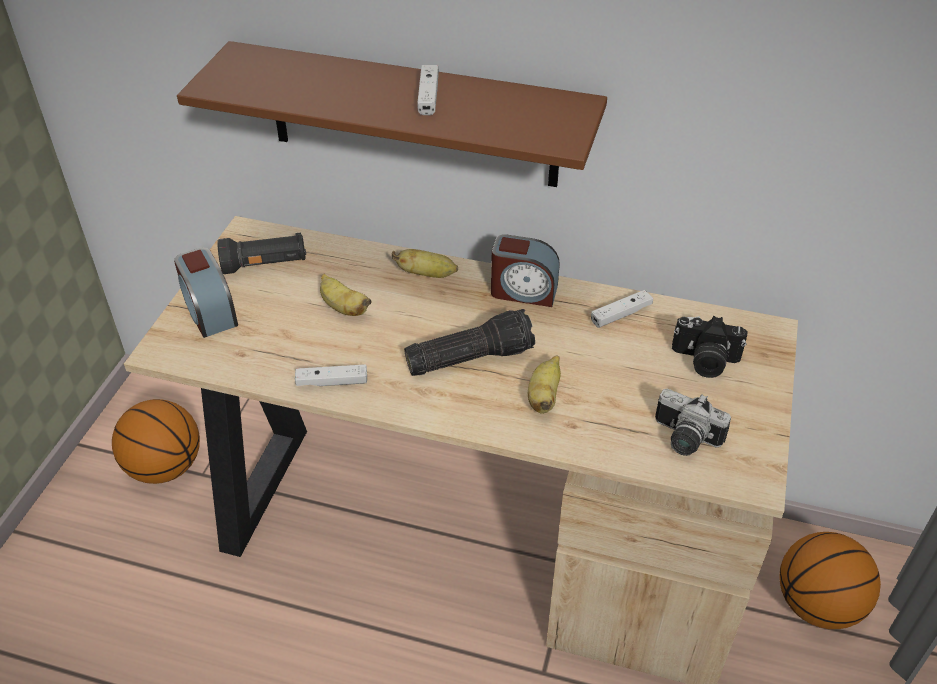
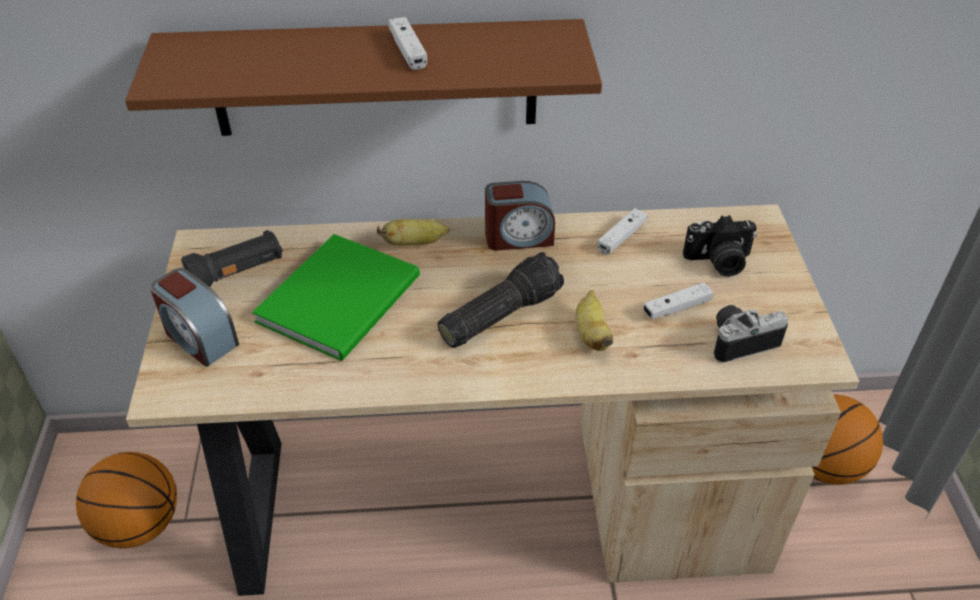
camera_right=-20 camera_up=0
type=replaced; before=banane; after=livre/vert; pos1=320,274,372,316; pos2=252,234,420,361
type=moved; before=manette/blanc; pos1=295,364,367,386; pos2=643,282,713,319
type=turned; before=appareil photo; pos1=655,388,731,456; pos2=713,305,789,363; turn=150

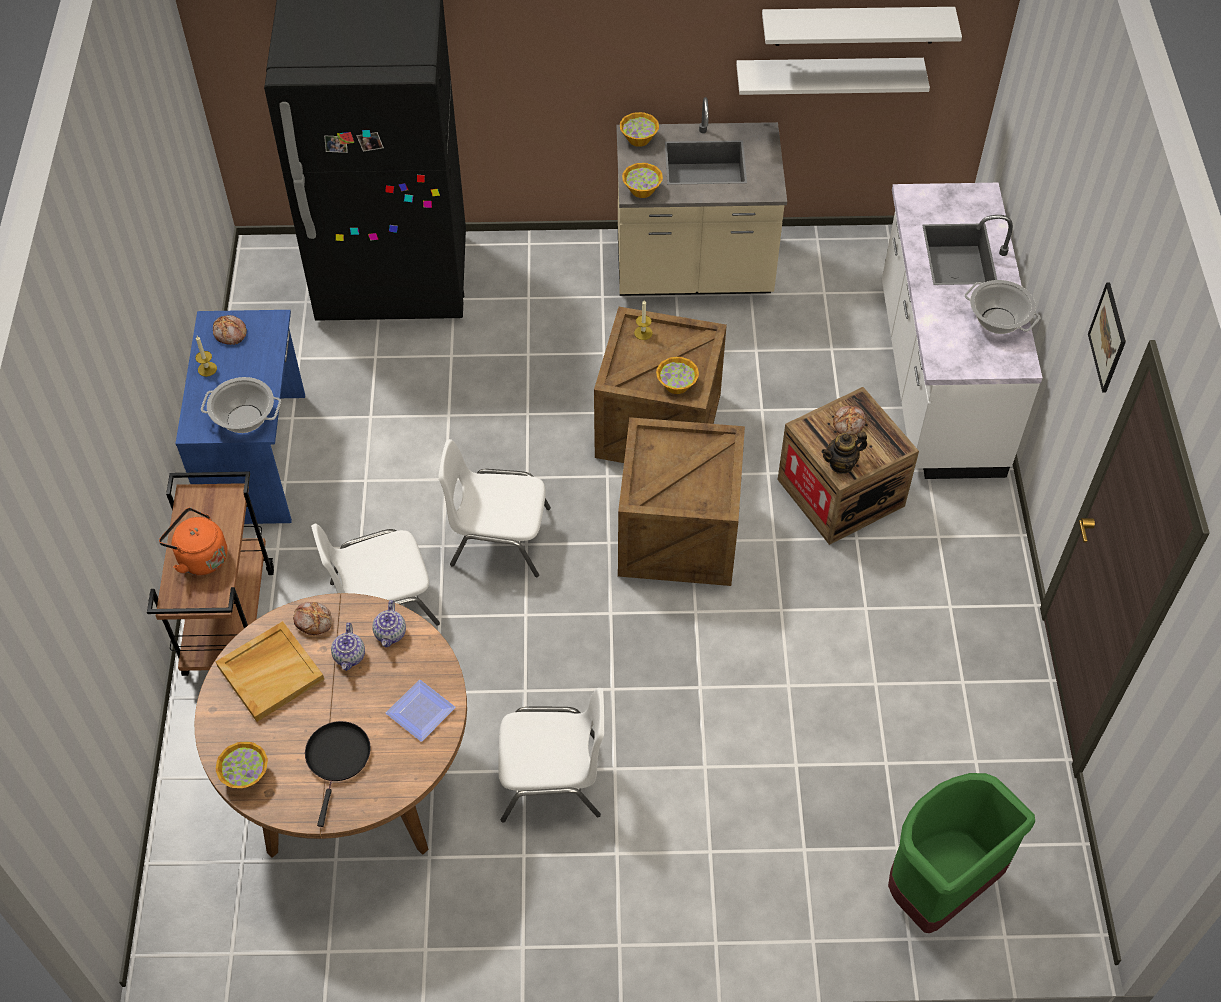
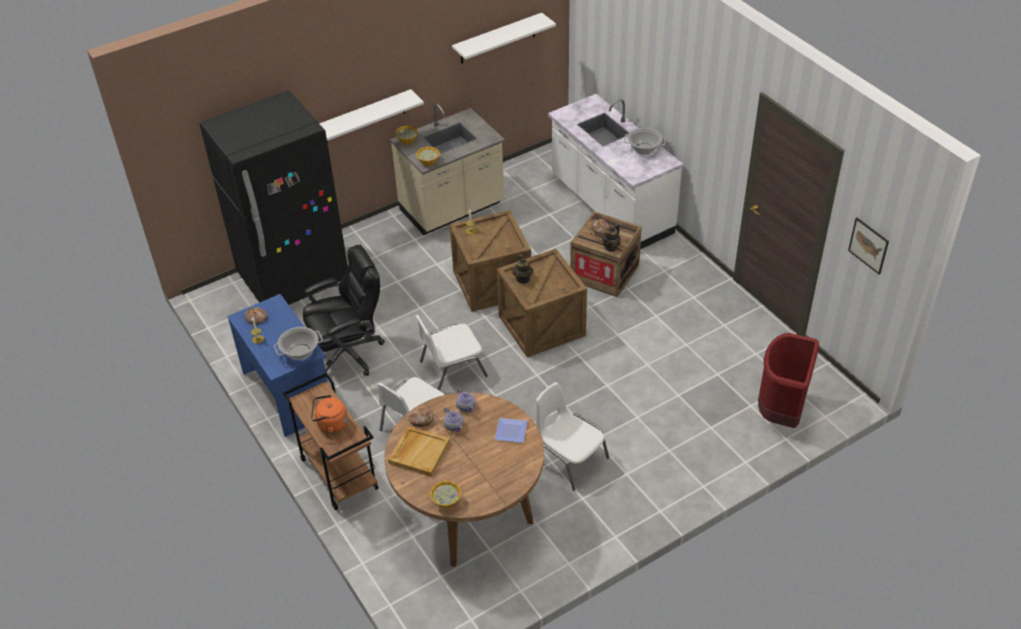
camera_right=-30 camera_up=-10
type=moved; before=étagère/blanc; pos1=736,58,930,95; pos2=319,89,424,143
type=moved; before=tableau; pos1=1088,282,1126,392; pos2=848,218,889,275
type=removed; before=bol; pos1=656,357,699,394
type=turned; before=chaise/blanc; pos1=498,688,604,823; pos2=536,382,609,491; turn=-105
type=removed; before=poêle/noir; pos1=305,721,371,827
type=recoloured; before=poubelle/vert; after=poubelle/rouge; pos1=888,773,1035,933; pos2=758,333,819,428
type=added; after=chaise de bureau/noir; pos2=303,245,385,376
type=added; after=théière; pos2=512,254,533,283

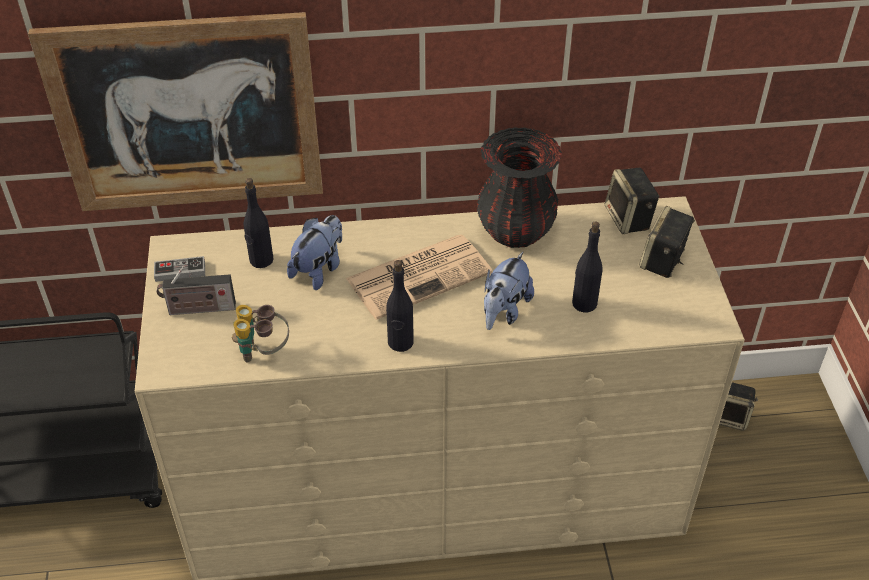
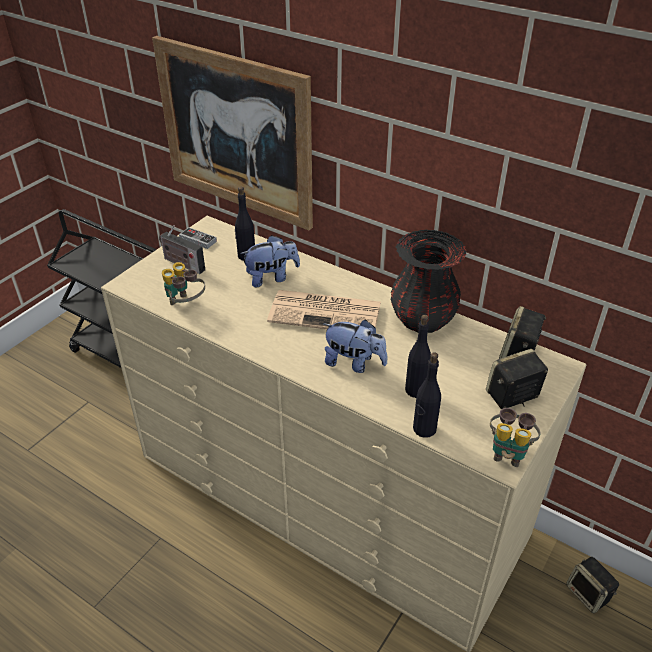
camera_right=40 camera_up=-5
type=turned; before=peluche; pos1=484,252,534,330; pos2=324,319,388,373; turn=-135
type=moved; before=bouteille/noir; pos1=386,260,414,352; pos2=413,352,441,438
type=added; after=jumelles; pos2=490,408,541,467

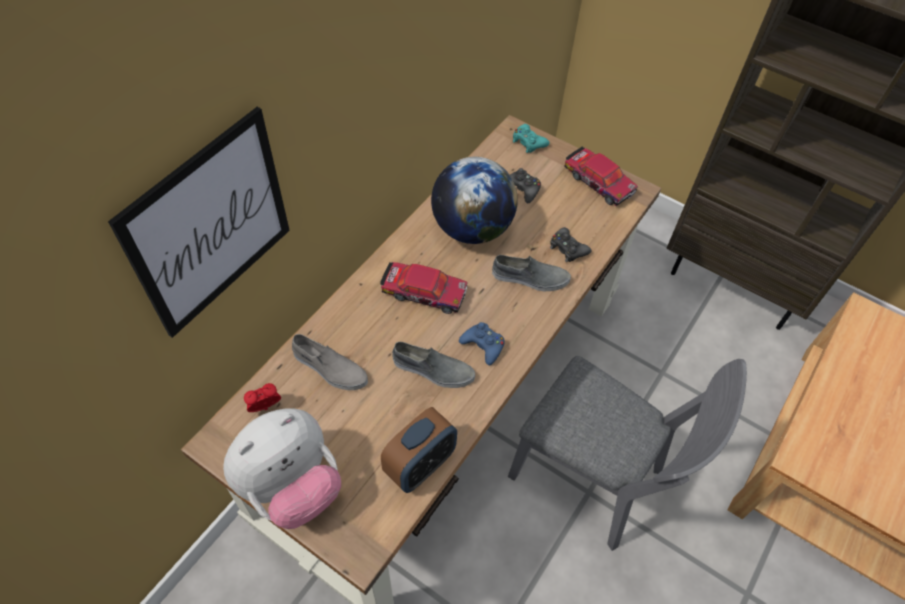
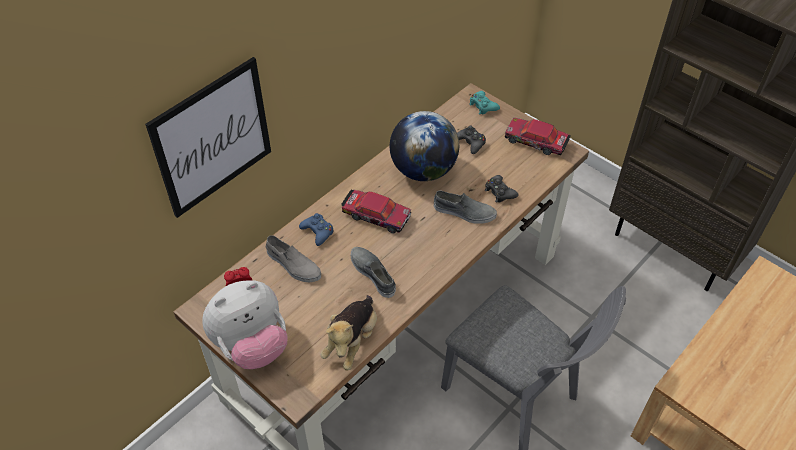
camera_right=10 camera_up=-5
type=turned; before=petite voiture; pos1=564,147,638,206; pos2=505,118,571,155; turn=150
type=moved; before=manette/bleu; pos1=459,322,505,365; pos2=299,213,334,246
type=turned; before=chaussure/gris; pos1=392,342,475,388; pos2=351,247,396,298; turn=-150
type=replaced; before=réveil; after=peluche; pos1=381,407,457,493; pos2=320,295,377,371

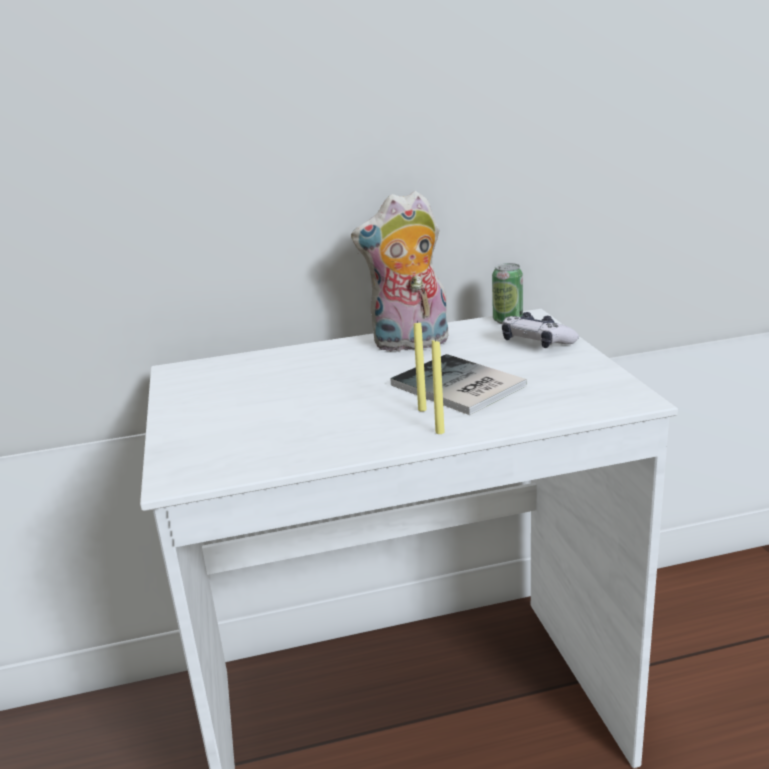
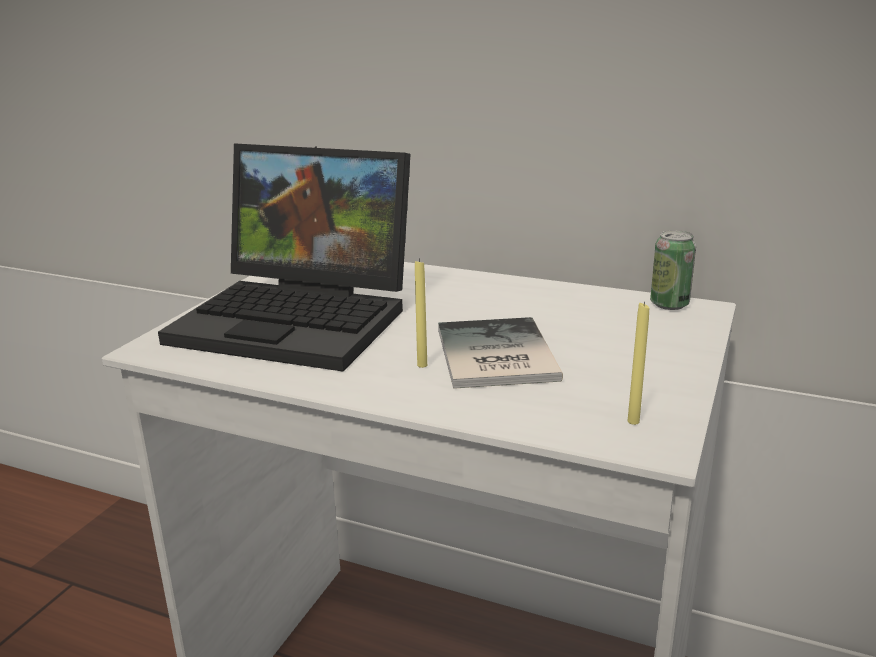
camera_right=35 camera_up=0
type=removed; before=peluche; pos1=351,190,449,352
type=removed; before=manette; pos1=502,312,579,348
type=moved; before=bougie/jaune; pos1=432,338,445,434; pos2=628,301,649,425
type=added; after=ordinateur portable; pos2=158,143,410,371

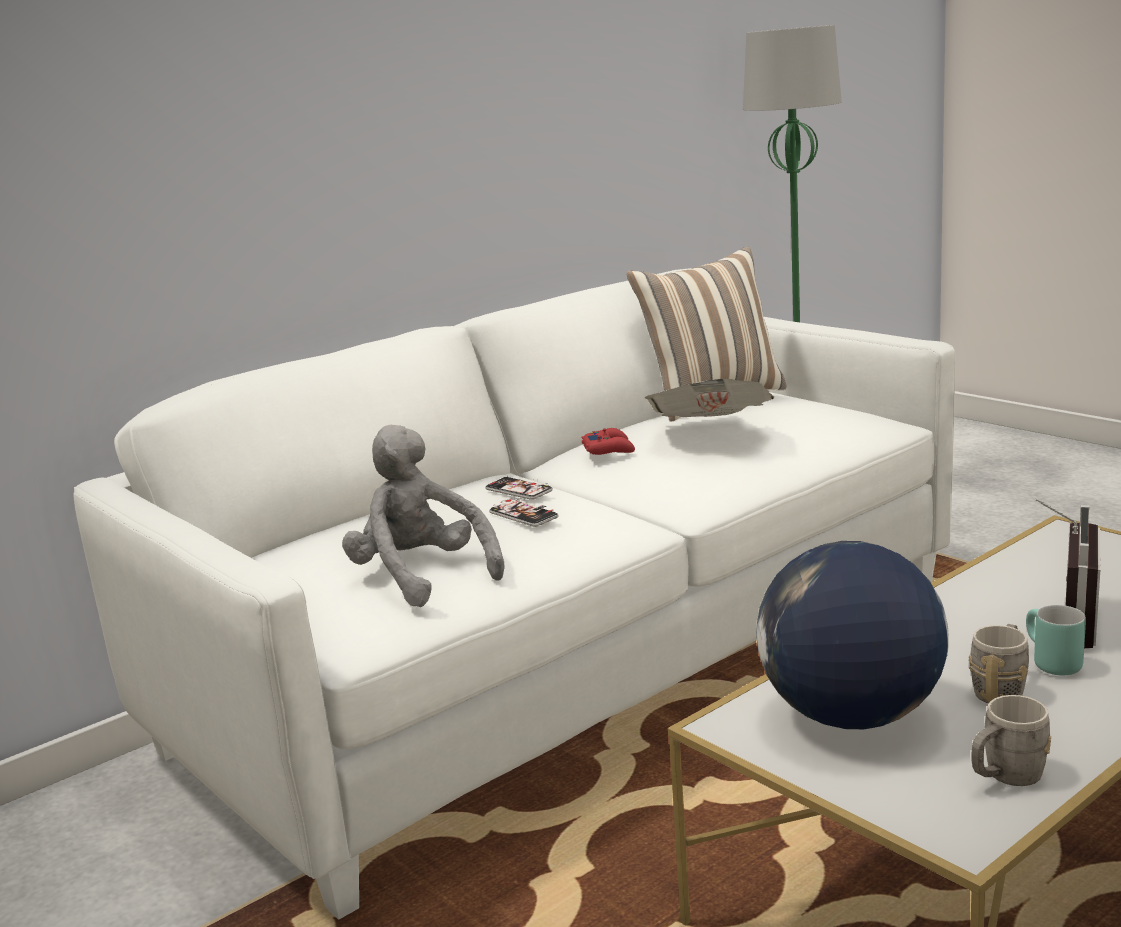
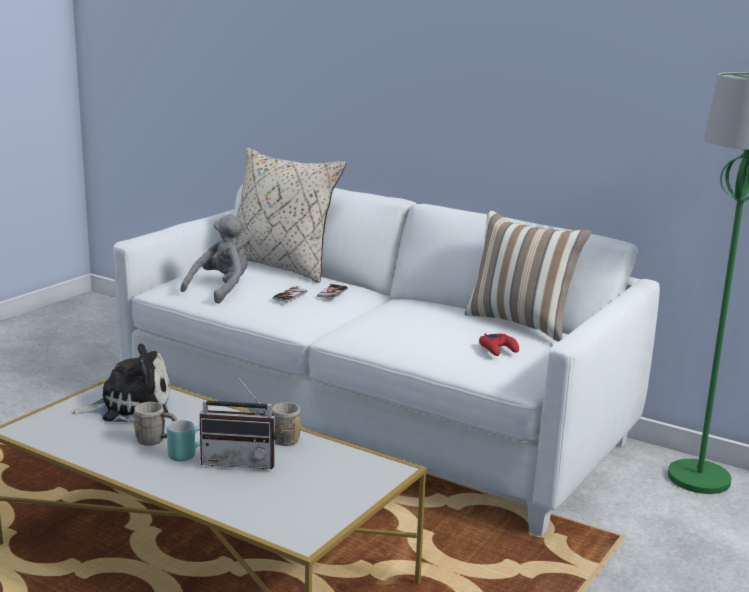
camera_right=70 camera_up=0
type=removed; before=journal; pos1=644,379,774,417
type=moved; before=manette/rouge; pos1=581,428,635,455; pos2=479,333,519,356
type=replaced; before=globe; after=peluche; pos1=756,541,949,729; pos2=71,344,170,422
type=moved; before=mug/gris; pos1=972,695,1051,786; pos2=264,403,302,446
type=added; after=coussin/beige; pos2=236,147,346,283

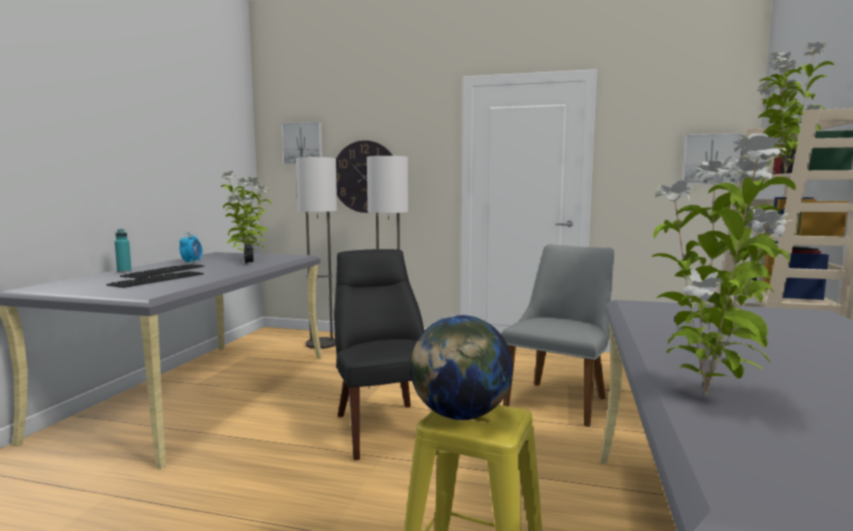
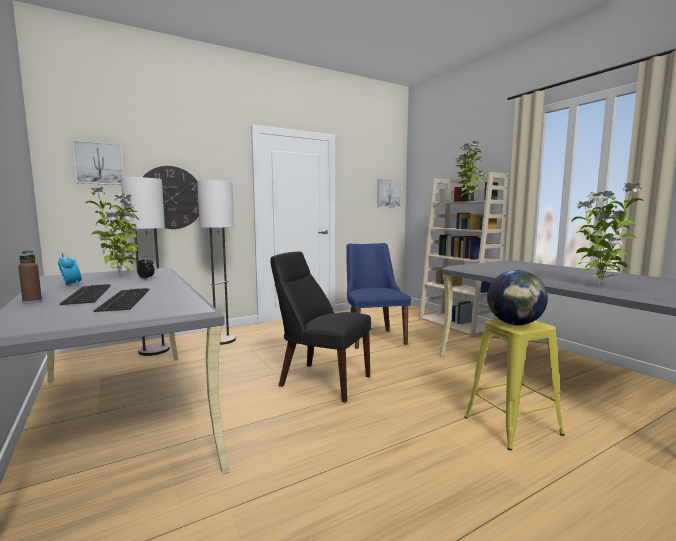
camera_right=-45 camera_up=0
type=recoloured; before=bouteille/turquoise; after=bouteille/marron; pos1=115,229,132,272; pos2=18,251,42,303
type=recoloured; before=chaise/gris; after=chaise/bleu; pos1=501,244,614,427; pos2=346,243,411,349

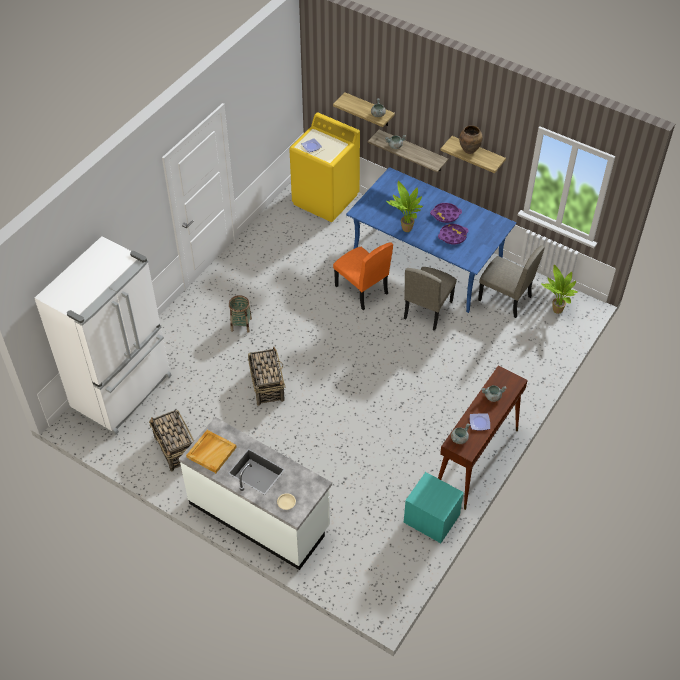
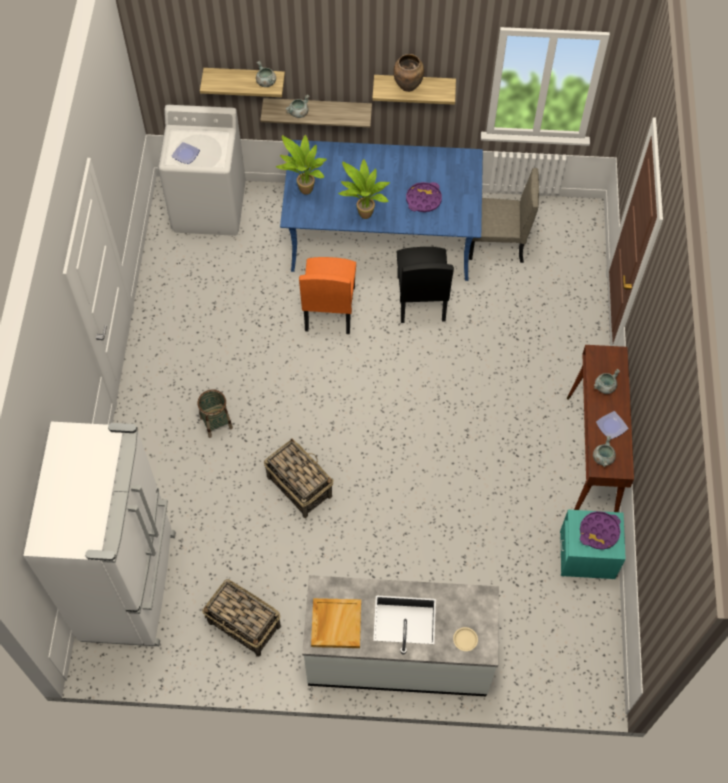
camera_right=-30 camera_up=10
type=recoloured; before=lave-linge/jaune; after=lave-linge/blanc; pos1=289,113,360,222; pos2=158,105,246,236
type=moved; before=plateau/violet; pos1=430,203,462,223; pos2=580,511,621,550
type=turned; before=chaise/orange; pos1=333,242,393,310; pos2=299,257,356,334; turn=75
type=moved; before=plante en pot; pos1=541,264,578,314; pos2=276,135,327,195
type=recoloured; before=chaise/beige; after=chaise/noir; pos1=404,267,457,331; pos2=397,247,454,323

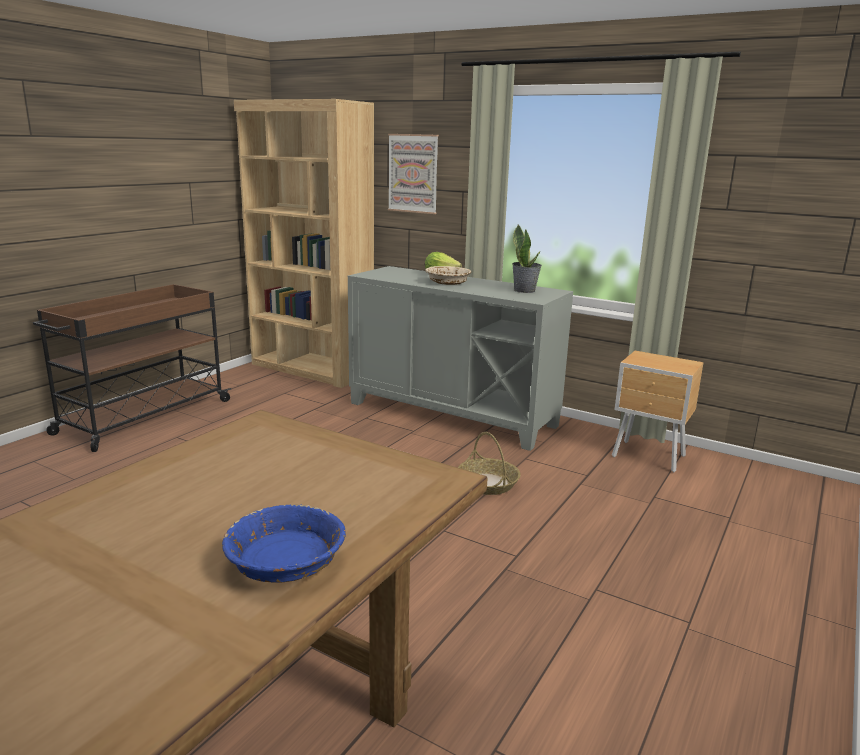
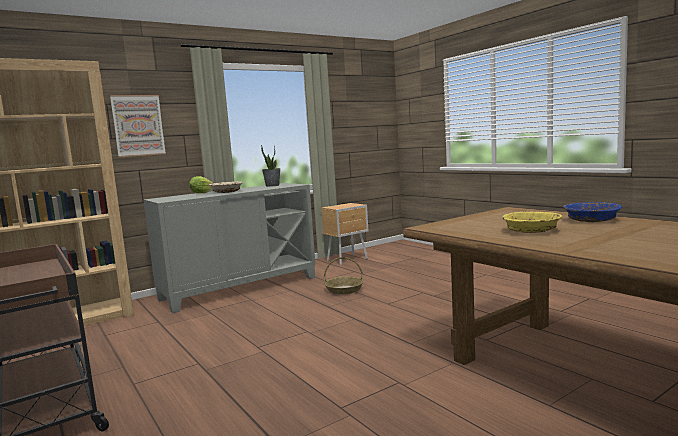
camera_right=-65 camera_up=-10
type=added; after=bol/jaune; pos2=502,211,562,233

